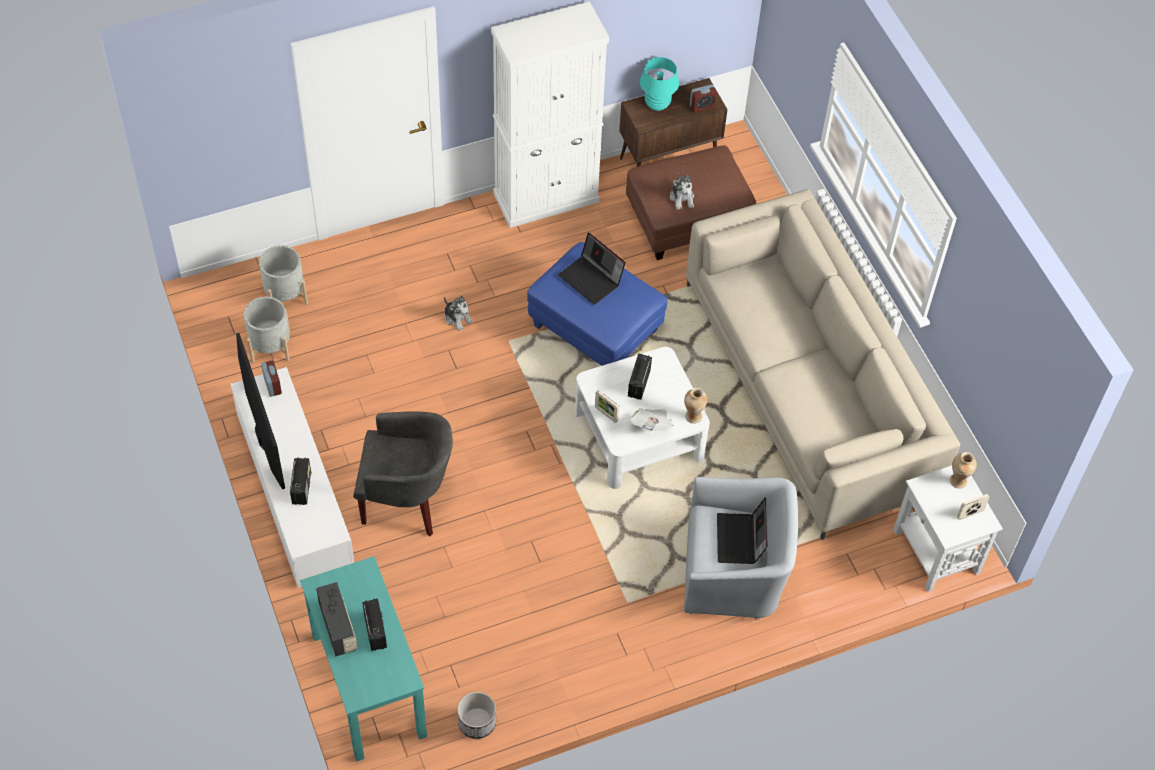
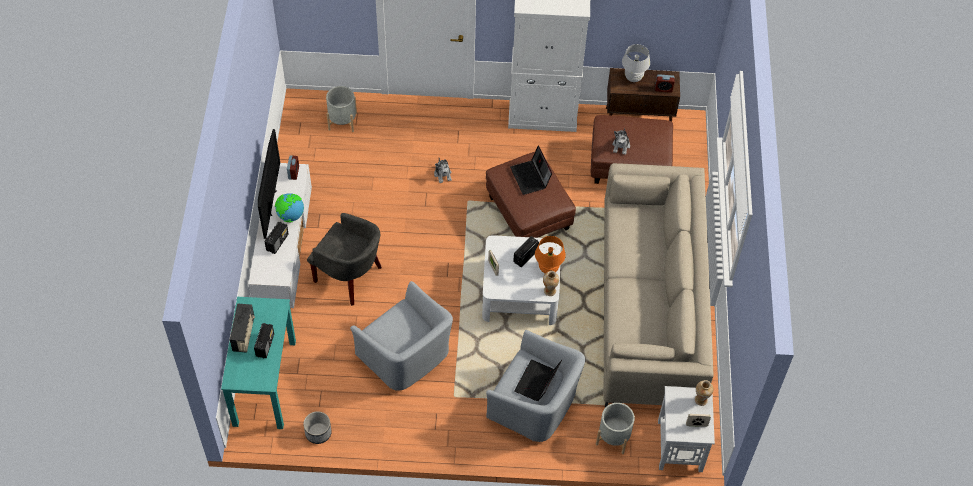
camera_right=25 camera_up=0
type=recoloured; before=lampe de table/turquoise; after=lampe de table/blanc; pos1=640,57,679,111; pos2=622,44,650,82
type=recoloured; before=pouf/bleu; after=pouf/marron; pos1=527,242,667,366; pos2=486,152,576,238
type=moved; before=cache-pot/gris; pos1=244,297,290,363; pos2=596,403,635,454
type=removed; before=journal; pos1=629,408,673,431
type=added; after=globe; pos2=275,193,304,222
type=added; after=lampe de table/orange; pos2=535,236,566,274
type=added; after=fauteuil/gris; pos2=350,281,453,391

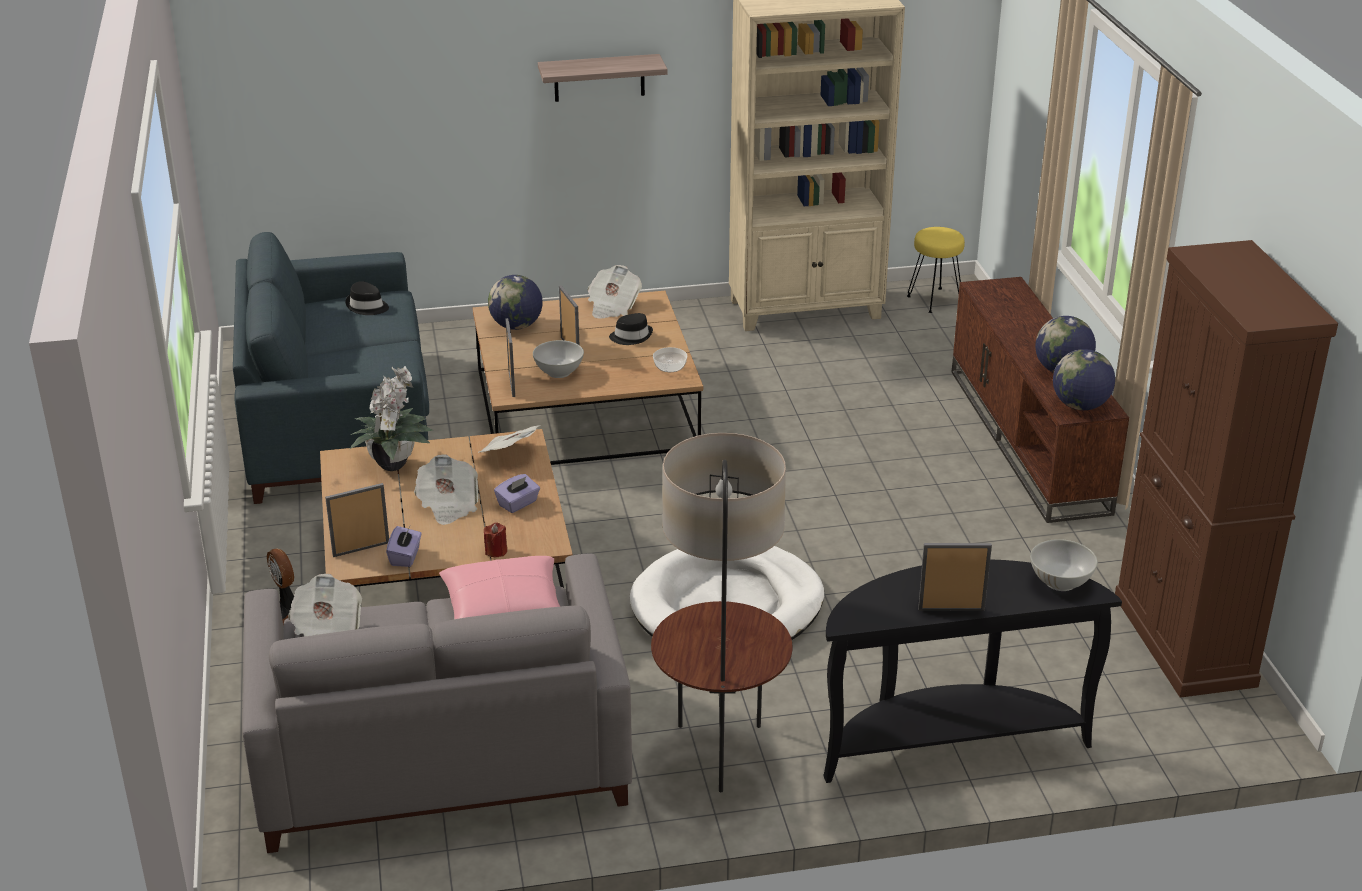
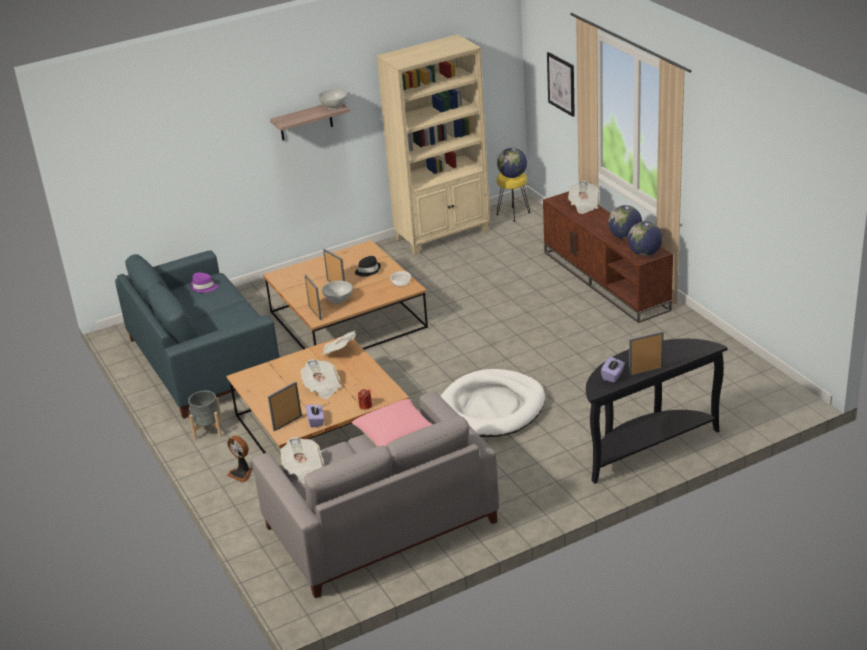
camera_right=-15 camera_up=0
type=removed; before=meuble de rangement/marron; pos1=1115,240,1338,698
type=moved; before=journal; pos1=588,265,642,319; pos2=568,181,600,214
type=moved; before=globe; pos1=488,275,543,330; pos2=497,148,527,178
type=recoloured; before=chapeau/noir; after=chapeau/violet; pos1=346,281,389,315; pos2=190,272,218,293
type=removed; before=plante en pot; pos1=349,366,433,471
type=removed; before=lampadaire; pos1=651,433,792,792
type=moved; before=boîte à mouchoirs/violet; pos1=494,474,540,513; pos2=601,357,625,383
type=moved; before=bol/blanc; pos1=1030,539,1098,591; pos2=318,89,347,109
type=added; after=tableau; pos2=547,52,575,117
type=added; after=cache-pot/gris; pos2=188,391,223,440

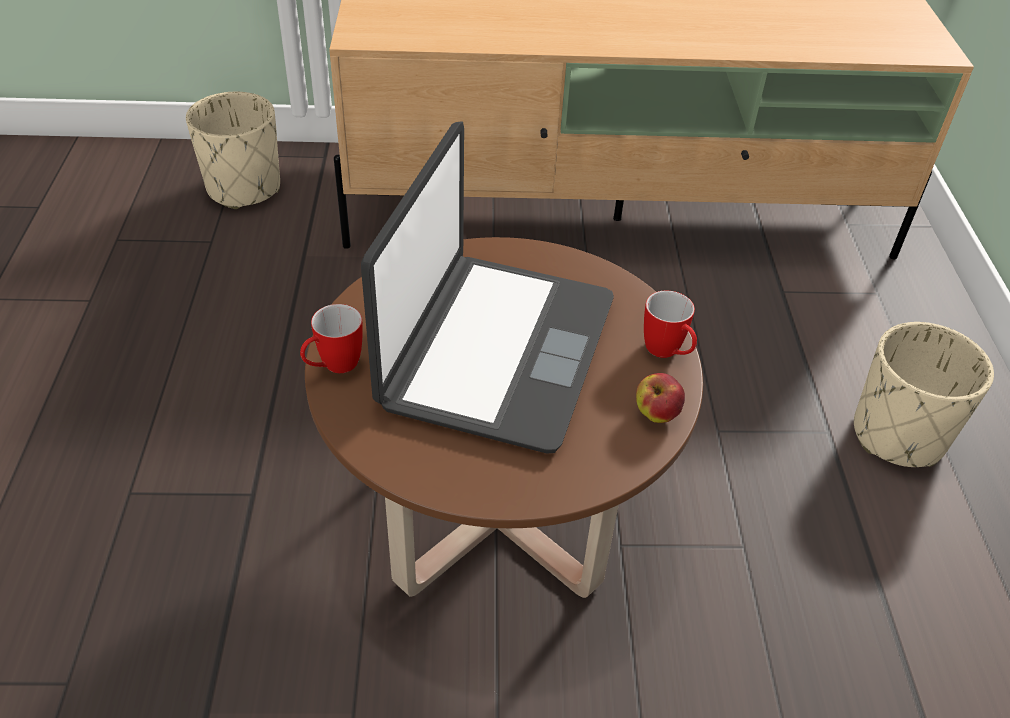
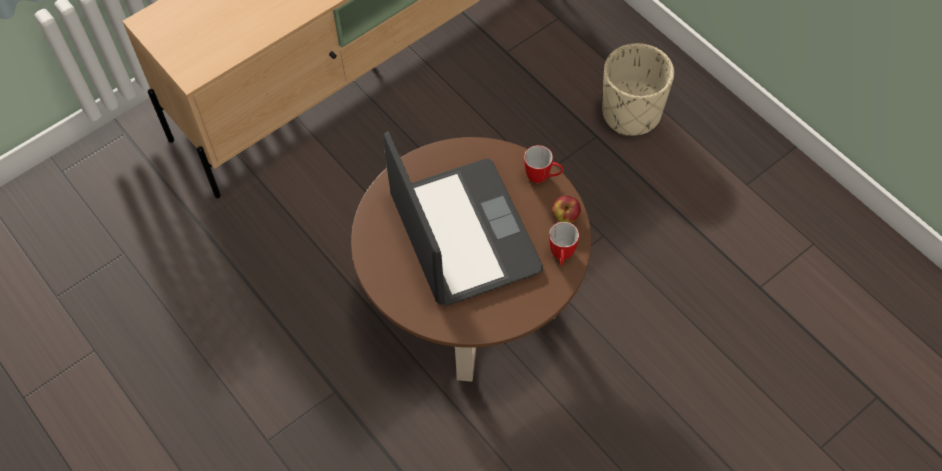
camera_right=-35 camera_up=15
type=removed; before=cache-pot/beige; pos1=186,92,280,209
type=moved; before=mug; pos1=300,304,363,373; pos2=549,222,579,265

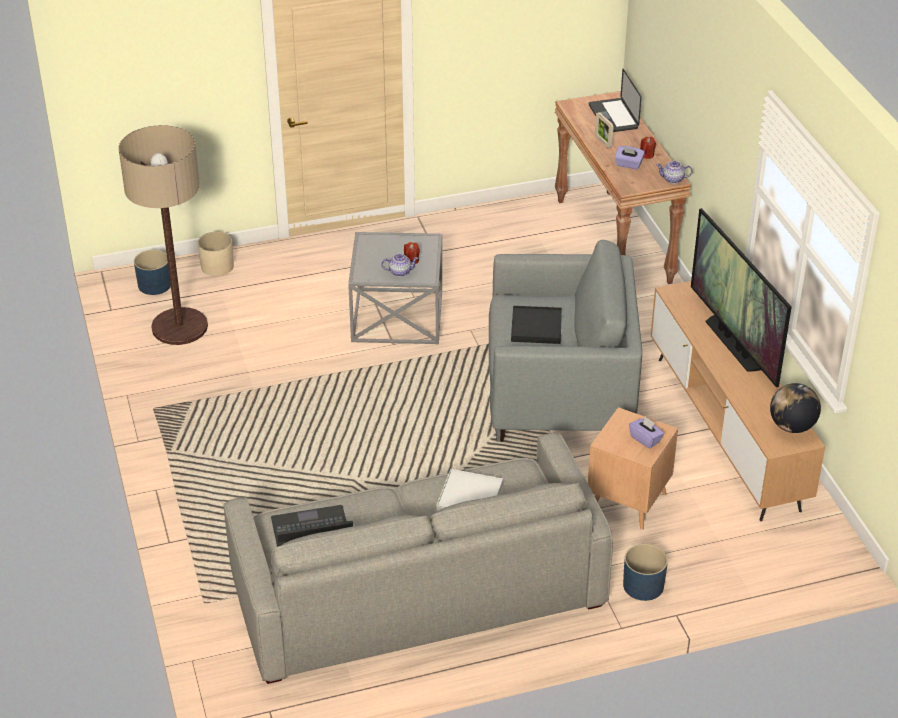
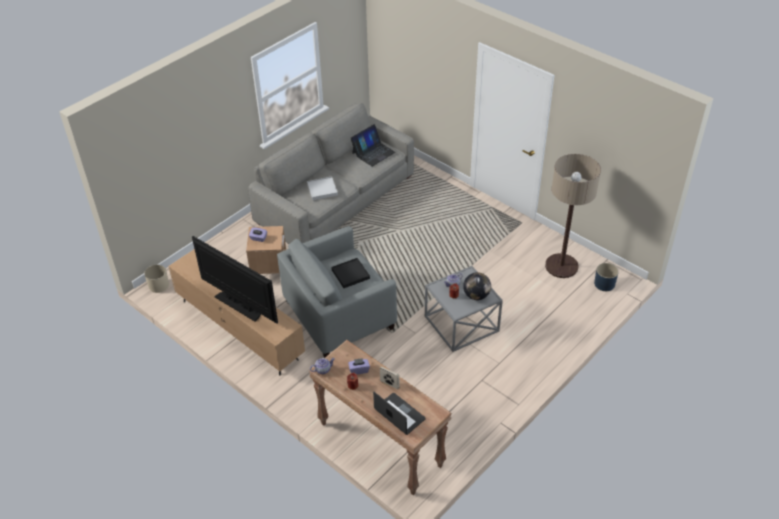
camera_right=150 camera_up=5
type=moved; before=cache-pot/beige; pos1=198,232,234,276; pos2=144,265,169,293
type=moved; before=globe; pos1=770,383,821,433; pos2=463,272,491,300
type=removed; before=cache-pot/bleu; pos1=623,544,668,601

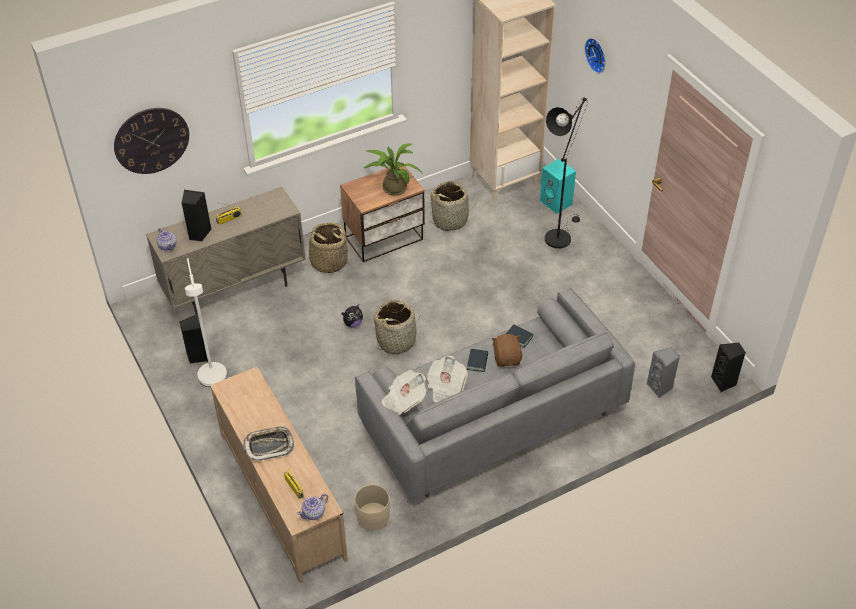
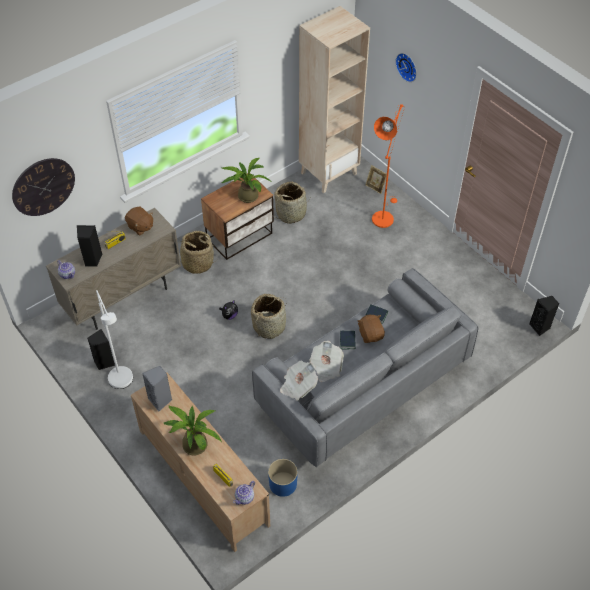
camera_right=-10 camera_up=5
type=recoloured; before=lampadaire/noir; after=lampadaire/orange; pos1=545,97,588,248; pos2=372,104,405,228
type=replaced; before=enceinte/turquoise; after=cadre photo; pos1=540,159,576,214; pos2=365,165,387,194
type=moved; before=enceinte/gris; pos1=647,347,680,398; pos2=142,366,172,412
type=replaced; before=plateau; after=plante en pot; pos1=243,425,294,461; pos2=163,406,222,455
type=recoloured; before=cache-pot/beige; after=cache-pot/bleu; pos1=354,484,390,530; pos2=268,459,298,497
type=added; after=peluche/marron; pos2=125,206,153,236

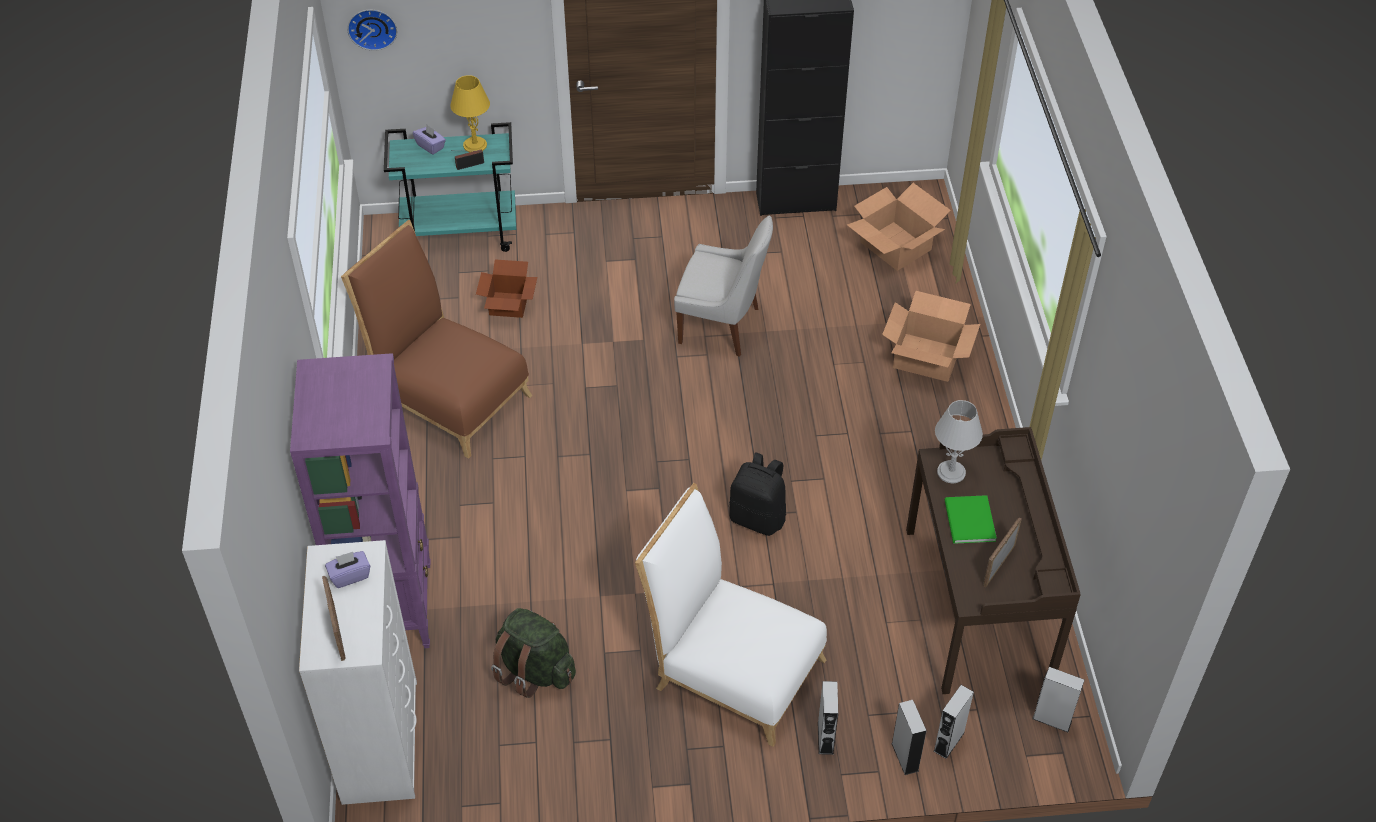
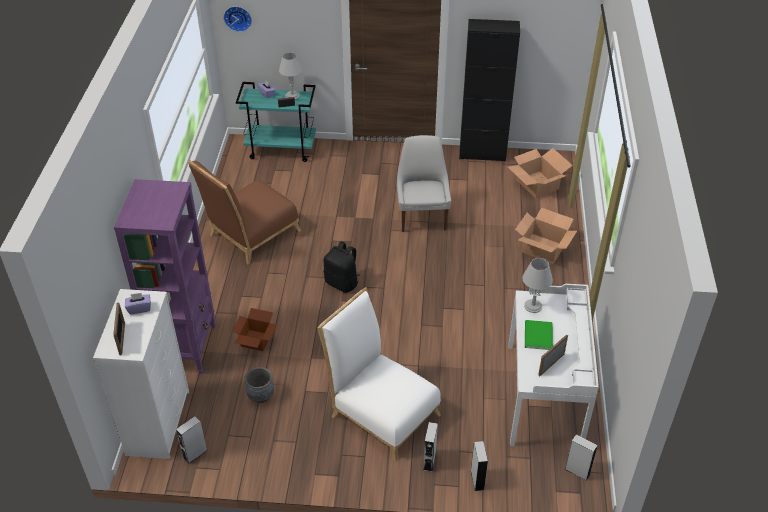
camera_right=10 camera_up=-5
type=recoloured; before=lampe de table/jaune; after=lampe de table/gris; pos1=450,75,490,152; pos2=279,52,302,99
type=turned; before=chaise/blanc; pos1=674,215,773,357; pos2=397,135,451,232; turn=-120
type=turned; before=chaise/marron; pos1=341,220,532,458; pos2=188,160,301,264; turn=-90
type=moved; before=carton; pos1=476,259,537,318; pos2=232,308,277,351
type=recoloured; before=bureau/marron; after=bureau/blanc; pos1=906,427,1081,694; pos2=508,284,599,446
type=moved; before=sac à dos/noir; pos1=729,452,786,536; pos2=324,241,360,293
type=replaced; before=sac à dos/vert; after=cache-pot/gris; pos1=491,608,576,698; pos2=244,367,274,403
type=moved; before=enceinte/gris; pos1=933,685,974,759; pos2=176,416,207,464

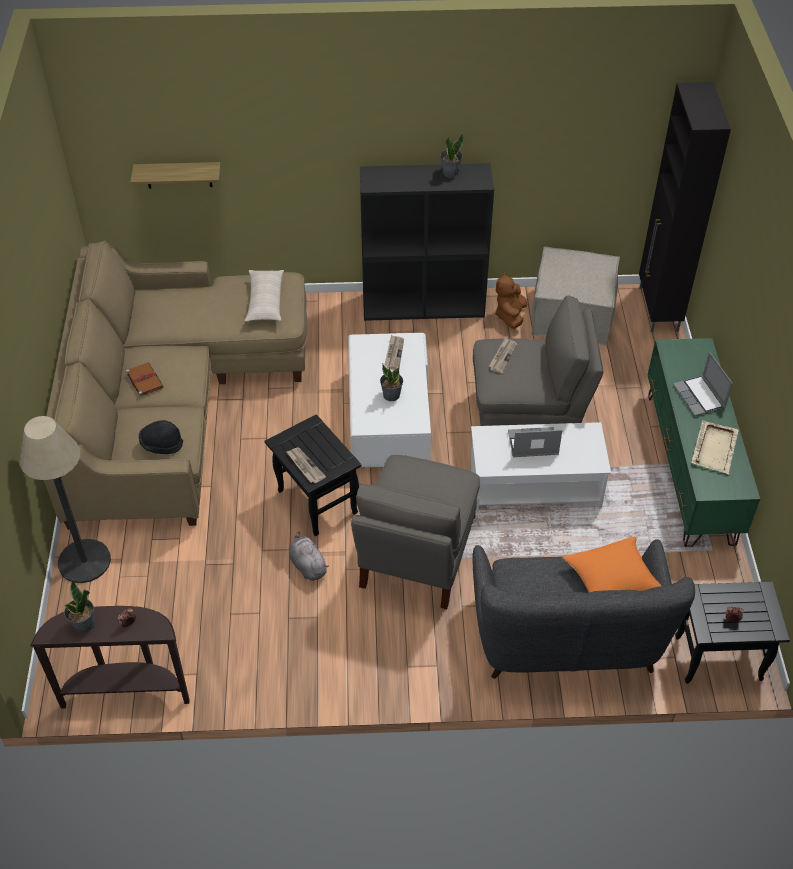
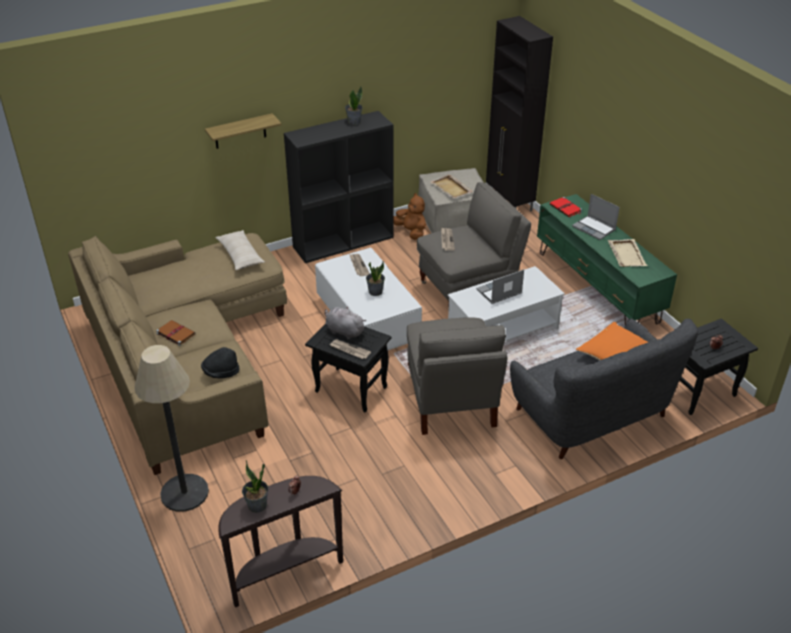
camera_right=-25 camera_up=-10
type=moved; before=étagère; pos1=130,162,221,188; pos2=205,113,281,149
type=turned; before=peluche/marron; pos1=495,272,528,329; pos2=394,193,426,240; turn=150
type=moved; before=peluche/gris; pos1=289,532,329,581; pos2=325,307,366,339
type=added; after=plateau/beige; pos2=430,174,473,199
type=added; after=livre/rouge; pos2=550,197,582,217

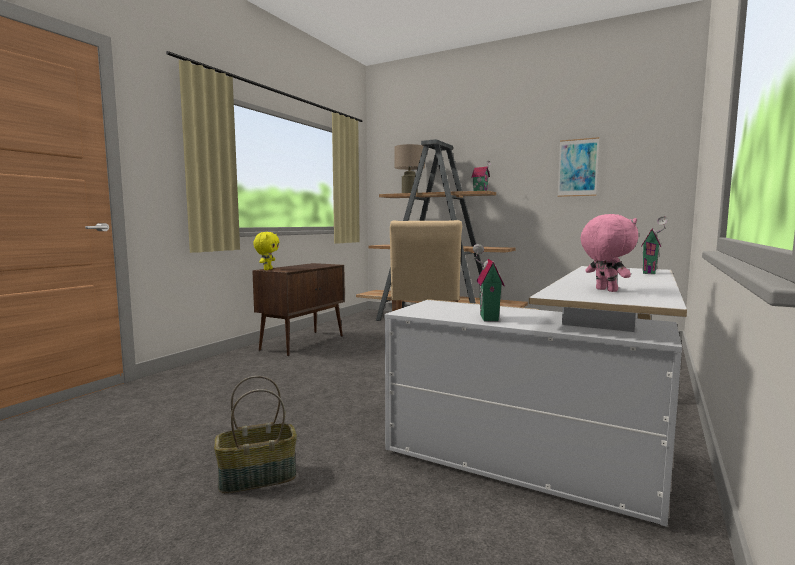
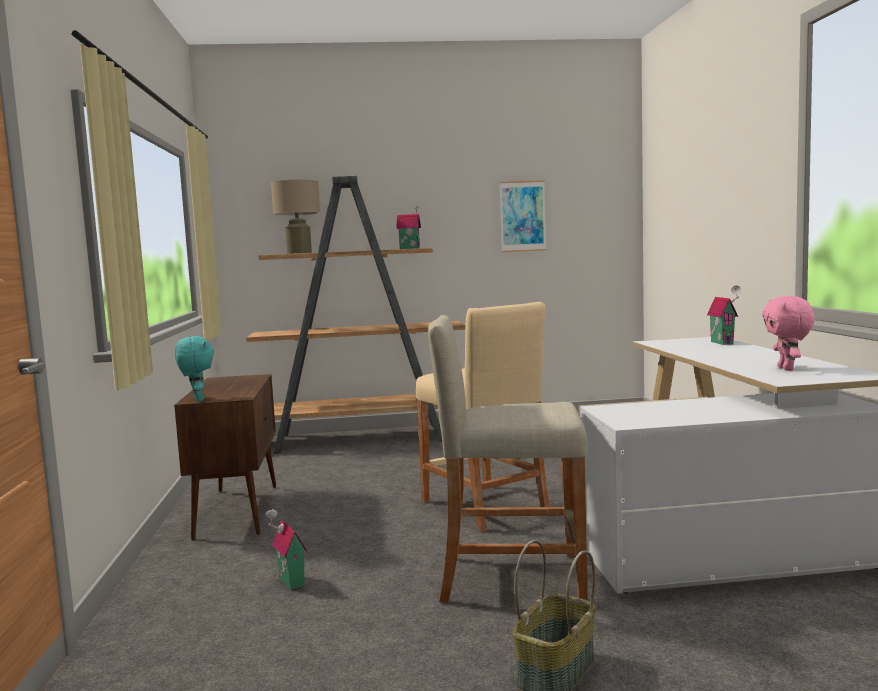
camera_right=-35 camera_up=0
type=turned; before=peluche/rose; pos1=581,214,639,292; pos2=762,296,815,371; turn=-120
type=recoloured; before=peluche/jaune; after=peluche/turquoise; pos1=253,232,279,270; pos2=175,336,214,401
type=moved; before=maison miniature; pos1=473,244,504,322; pos2=266,509,308,590
type=added; after=tabouret/beige; pos2=428,315,588,603

